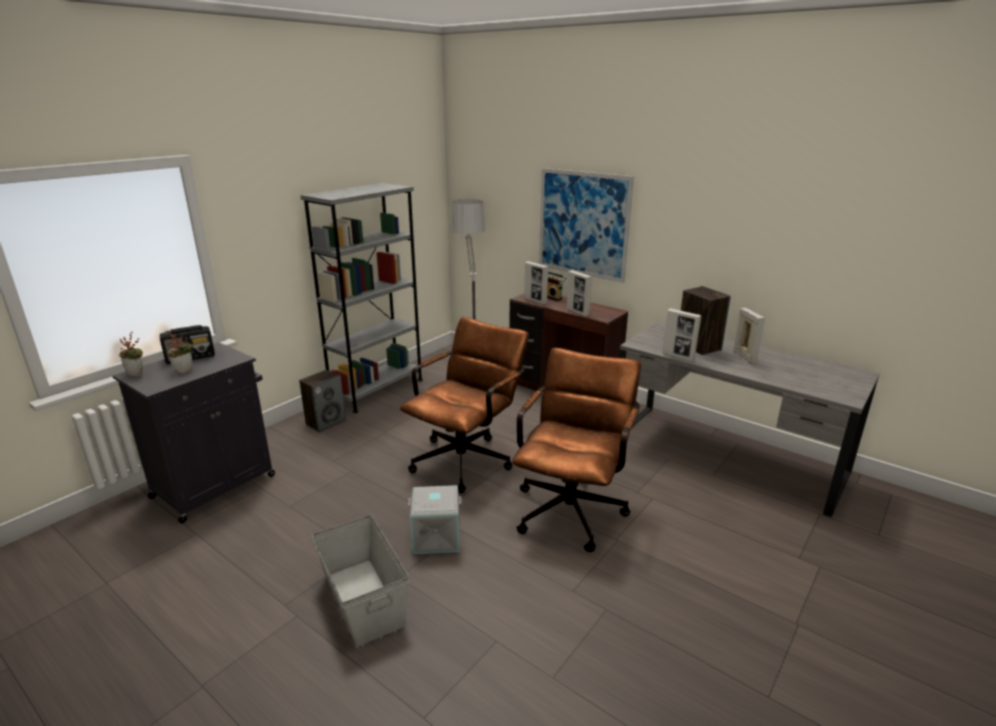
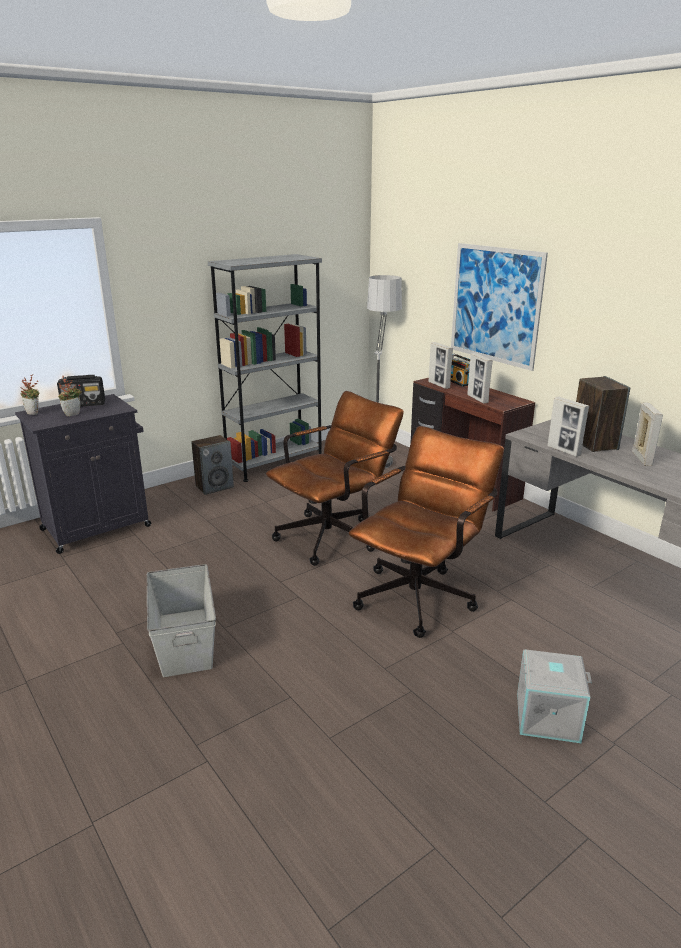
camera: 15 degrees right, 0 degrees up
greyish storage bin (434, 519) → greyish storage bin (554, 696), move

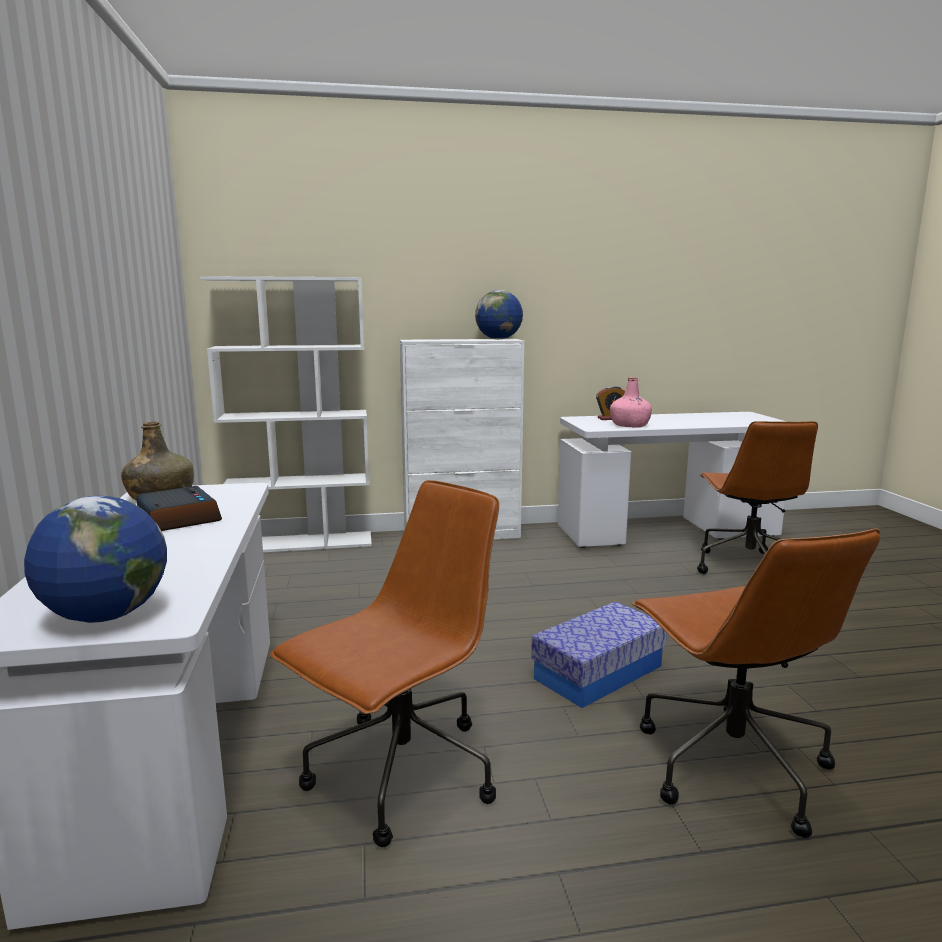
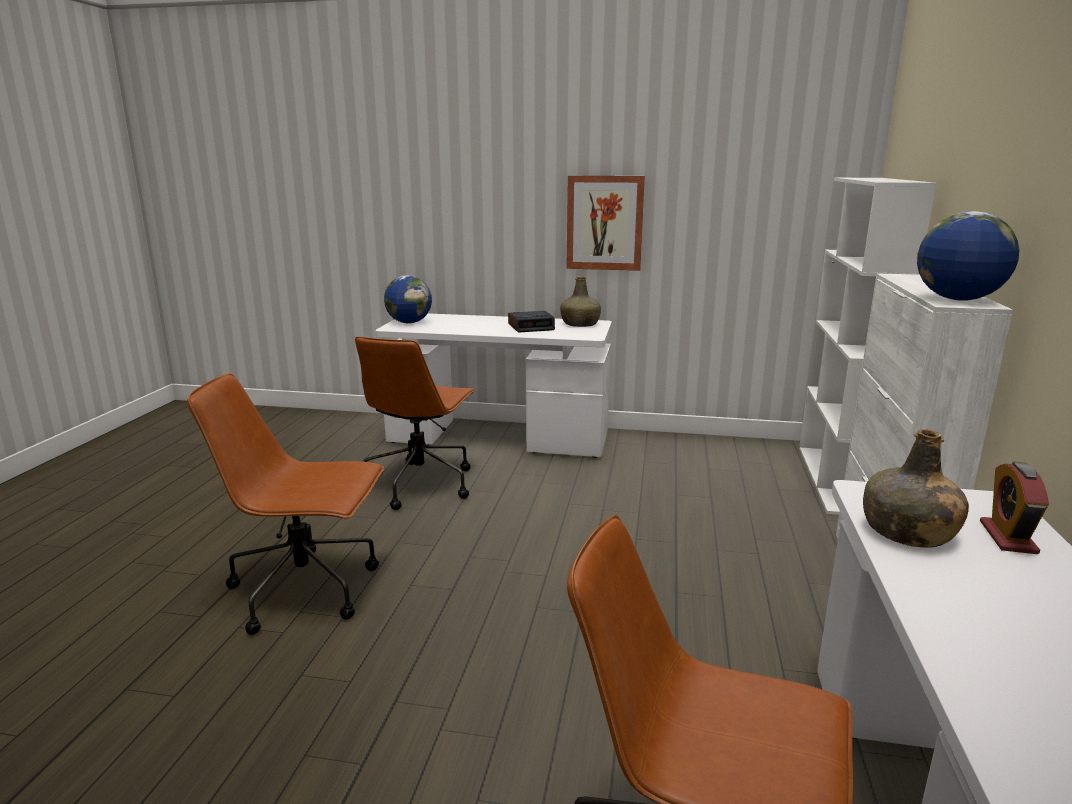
camera: 110 degrees right, 5 degrees up
pinkish bottle (631, 402) → green-coloured bottle (916, 488)
brown-coloured office chair (384, 663) → brown-coloured office chair (415, 423), 45 degrees clockwise
storage bin (599, 655) → -
- → wall art (605, 223)

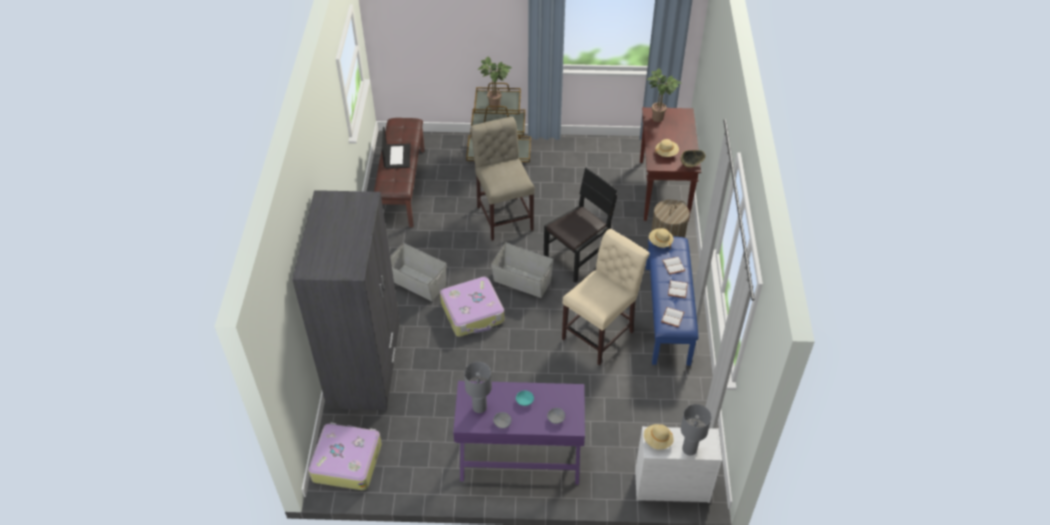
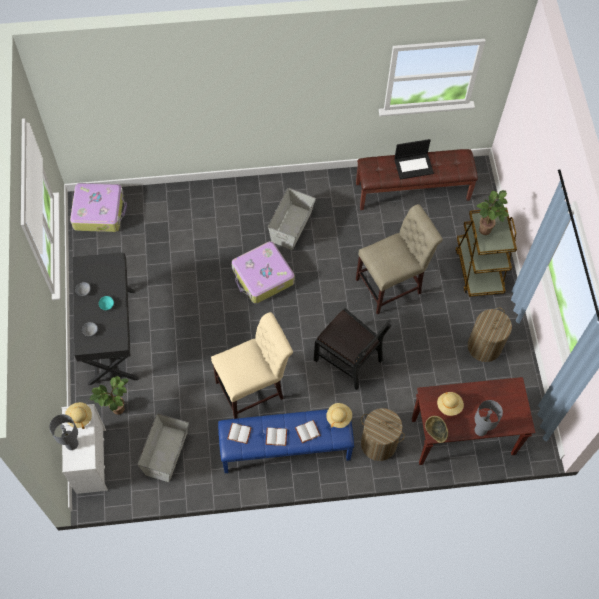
camera: 80 degrees right, 15 degrees up
potted plant (664, 95) → potted plant (108, 395), move
greyish armoire (346, 300) → -
beige plain chair (606, 297) → beige plain chair (252, 365), 60 degrees counterclockwise
greyish storage bin (522, 270) → greyish storage bin (163, 448), move
greyish tabletop lamp (478, 387) → greyish tabletop lamp (488, 418), move
purple desk unit (519, 433) → black-coloured desk unit (106, 318)
- → washing basket (490, 334)

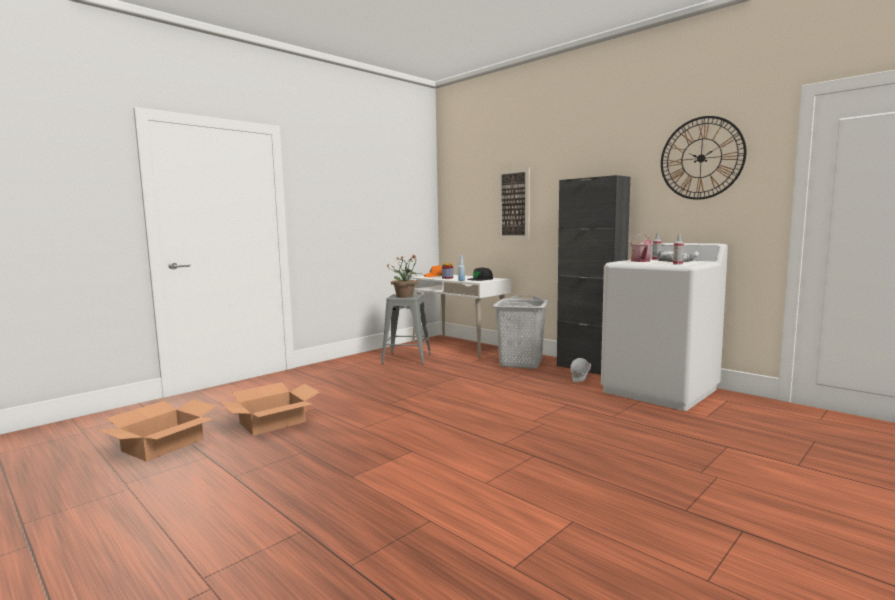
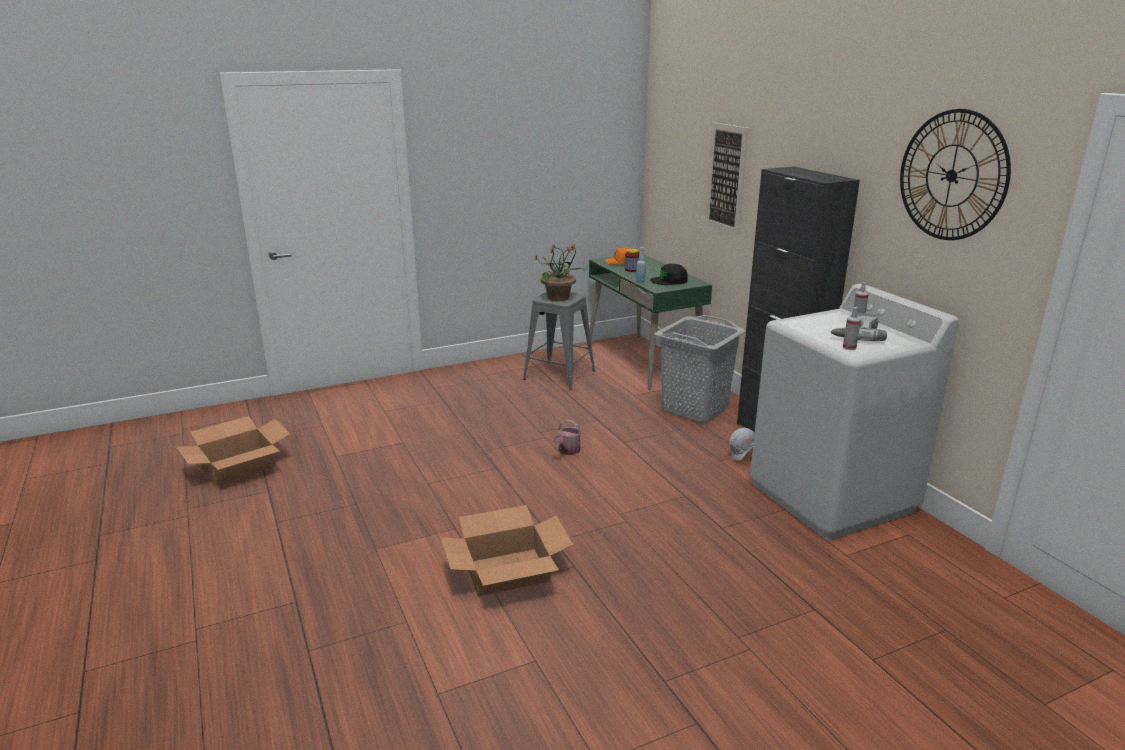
camera: 20 degrees right, 15 degrees up
sprinkling can (641, 248) → sprinkling can (567, 437), move
white-coloured desk unit (460, 316) → green-coloured desk unit (650, 322)
packing box (270, 409) → packing box (506, 551), move

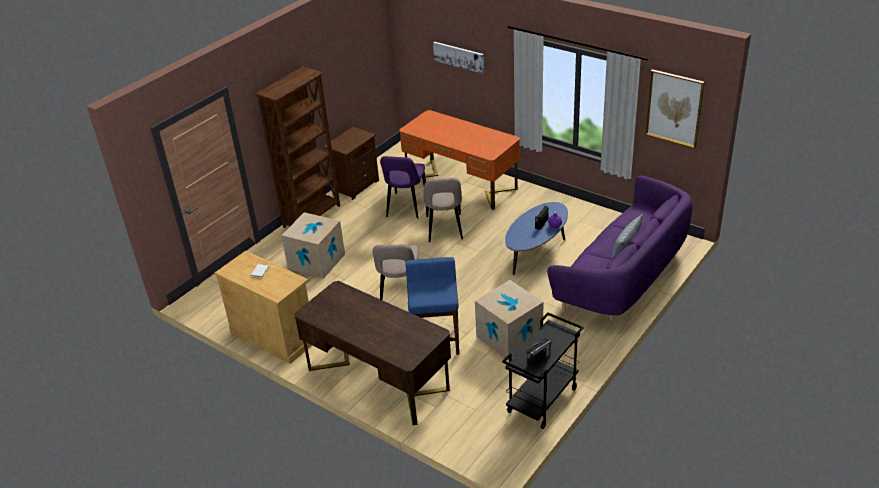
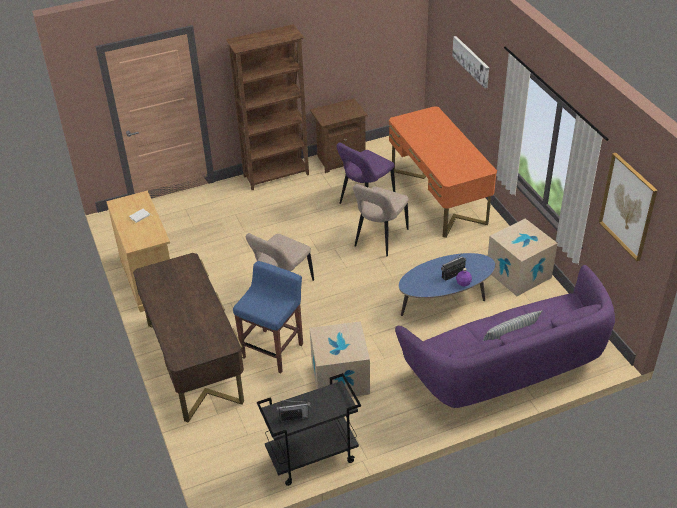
camera: 30 degrees right, 5 degrees up
packing box (313, 245) → packing box (523, 257), move

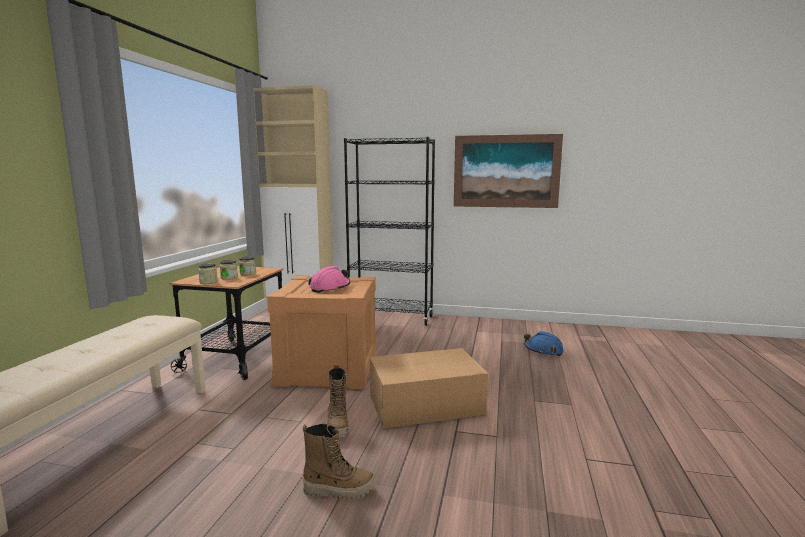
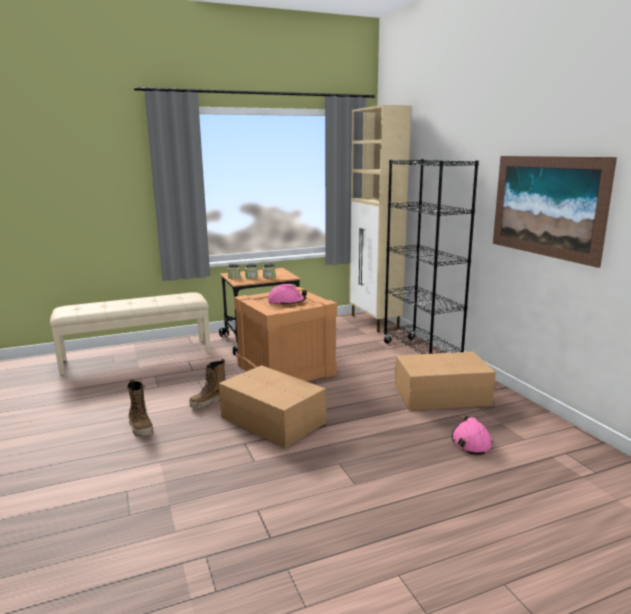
camera: 55 degrees right, 5 degrees up
bluish hard hat (544, 343) → pinkish hard hat (472, 435)
- → packing box (445, 381)

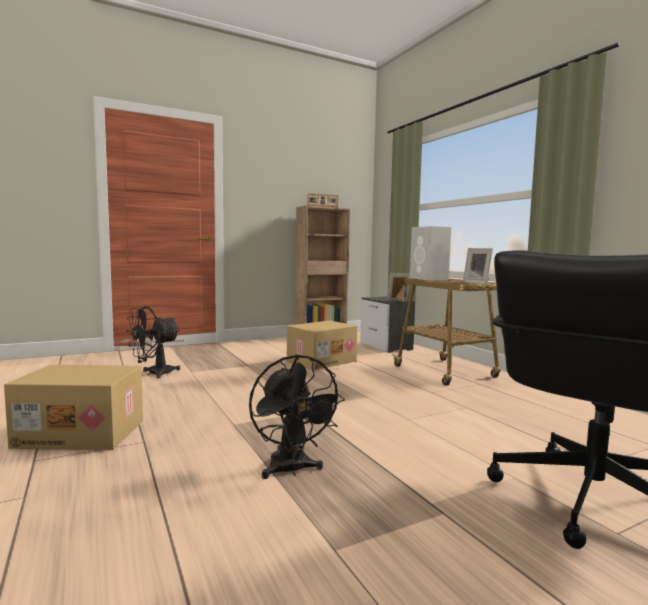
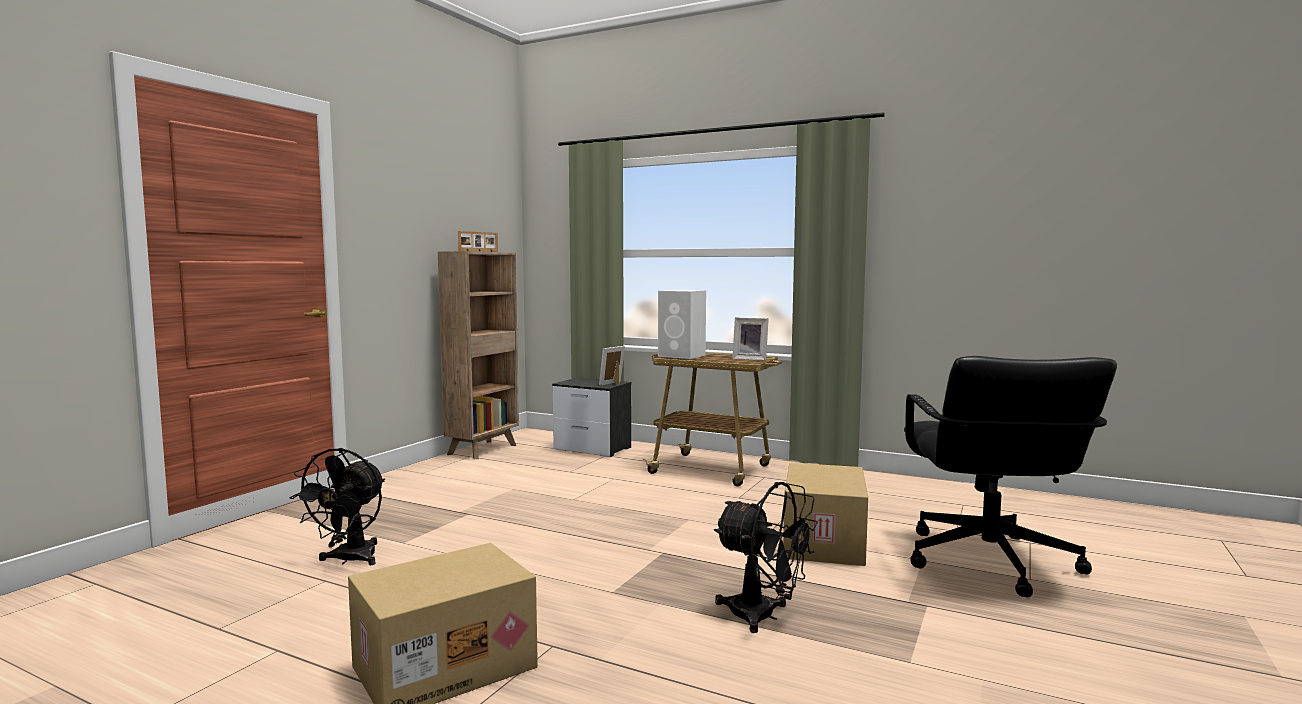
camera: 35 degrees left, 0 degrees up
packing box (322, 345) → packing box (825, 514), move

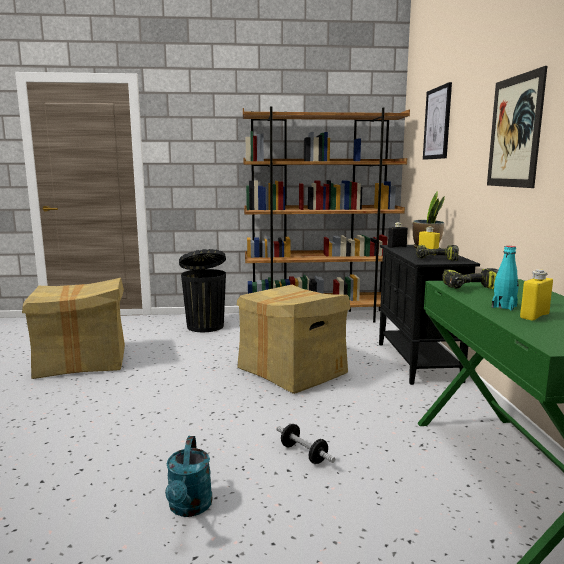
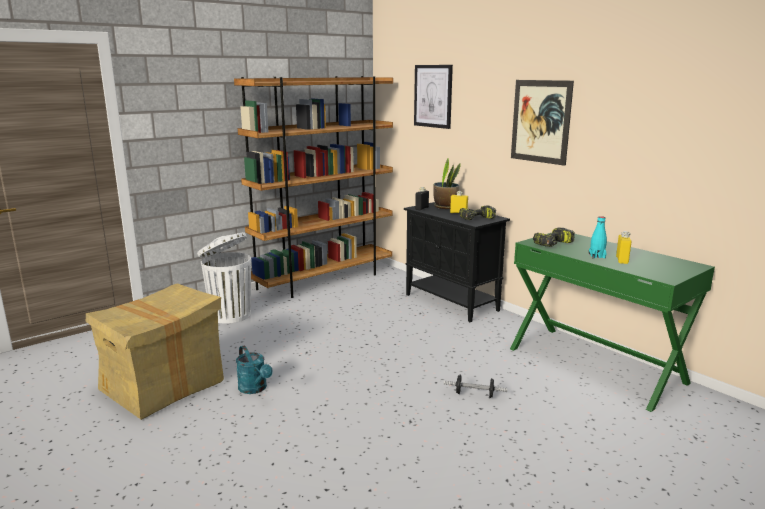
camera: 35 degrees left, 5 degrees up
black-coloured waste bin (202, 290) → white-coloured waste bin (224, 278)
packing box (293, 339) → -
blue-green sprinkling can (189, 476) → blue-green sprinkling can (254, 369), move

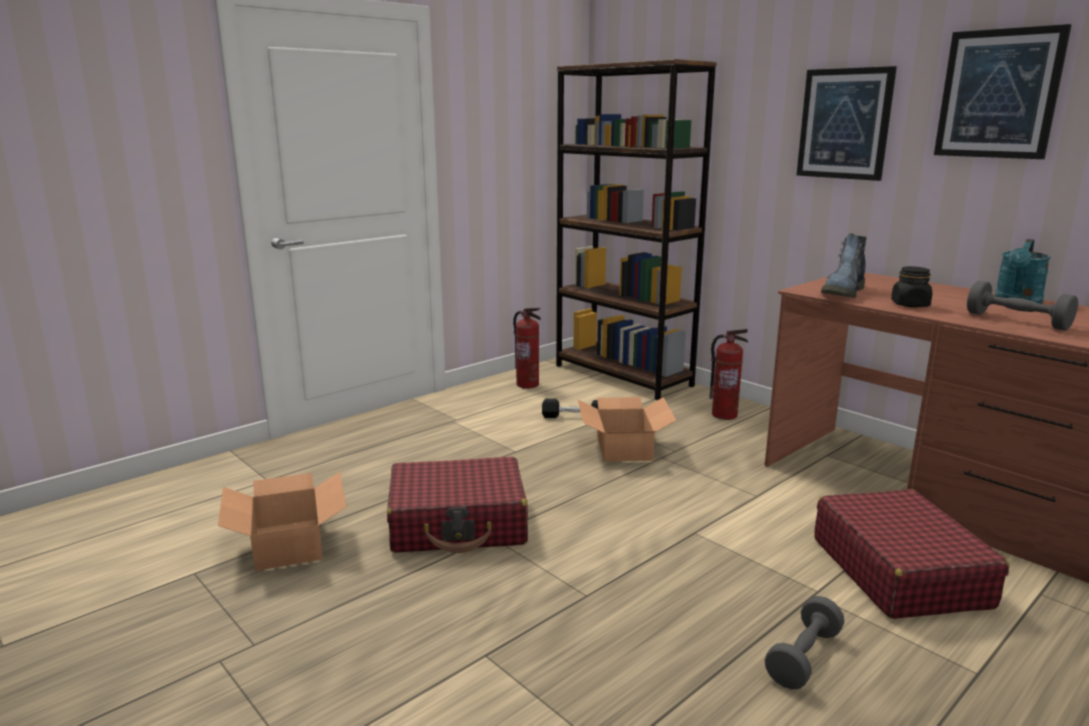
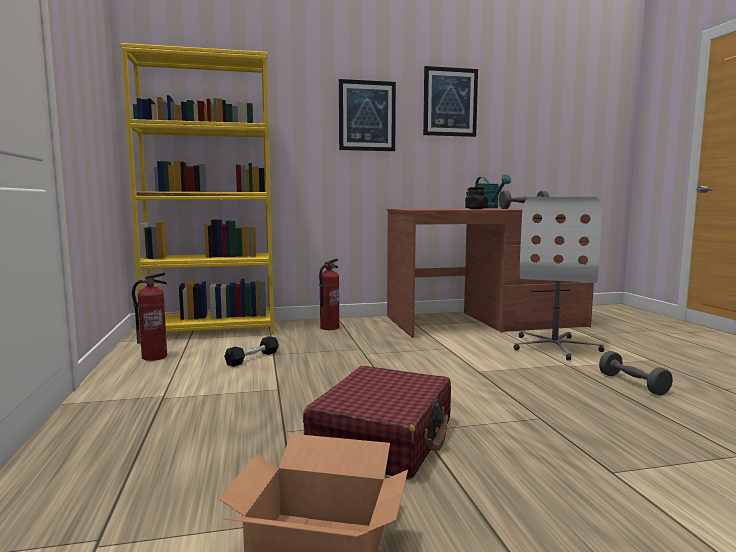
camera: 60 degrees left, 10 degrees down
brown-coloured bookcase (636, 229) → yellowish bookcase (197, 188)
high-top boot (843, 265) → -
packing box (627, 429) → -
red-coloured piece of luggage (911, 554) → white-coloured office chair (559, 278)

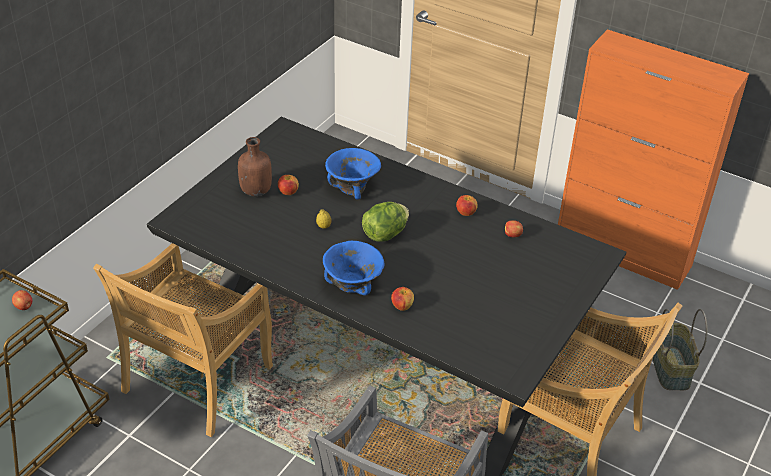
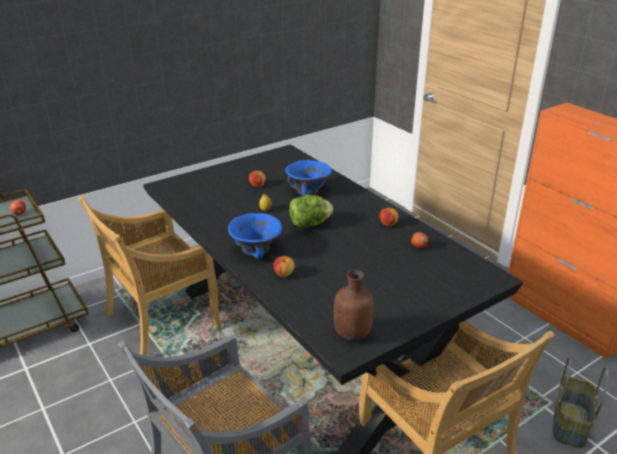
camera: 25 degrees right, 10 degrees down
brown-coloured bottle (255, 166) → brown-coloured bottle (354, 305), move

